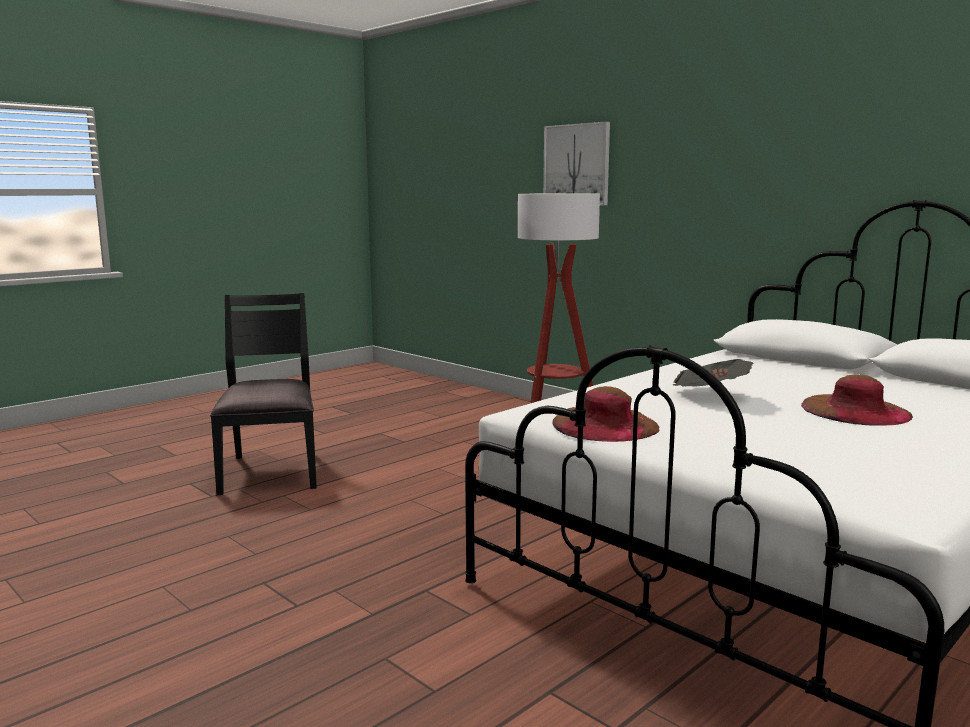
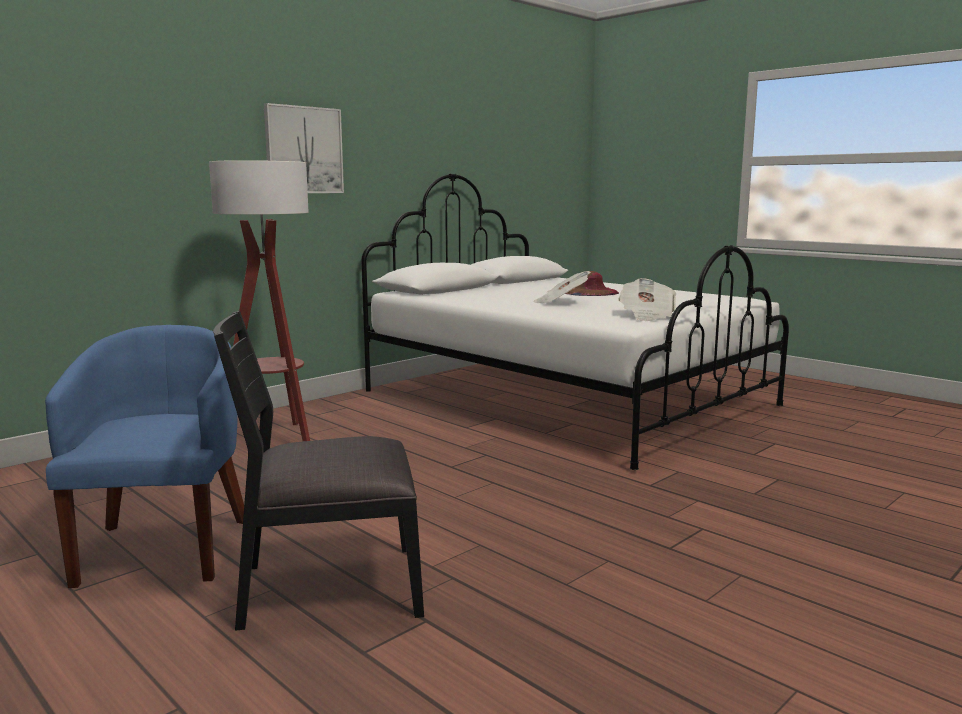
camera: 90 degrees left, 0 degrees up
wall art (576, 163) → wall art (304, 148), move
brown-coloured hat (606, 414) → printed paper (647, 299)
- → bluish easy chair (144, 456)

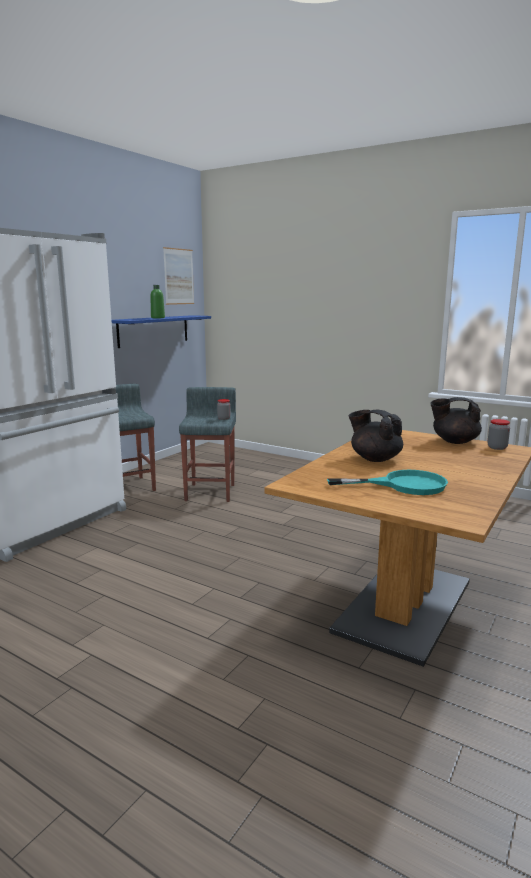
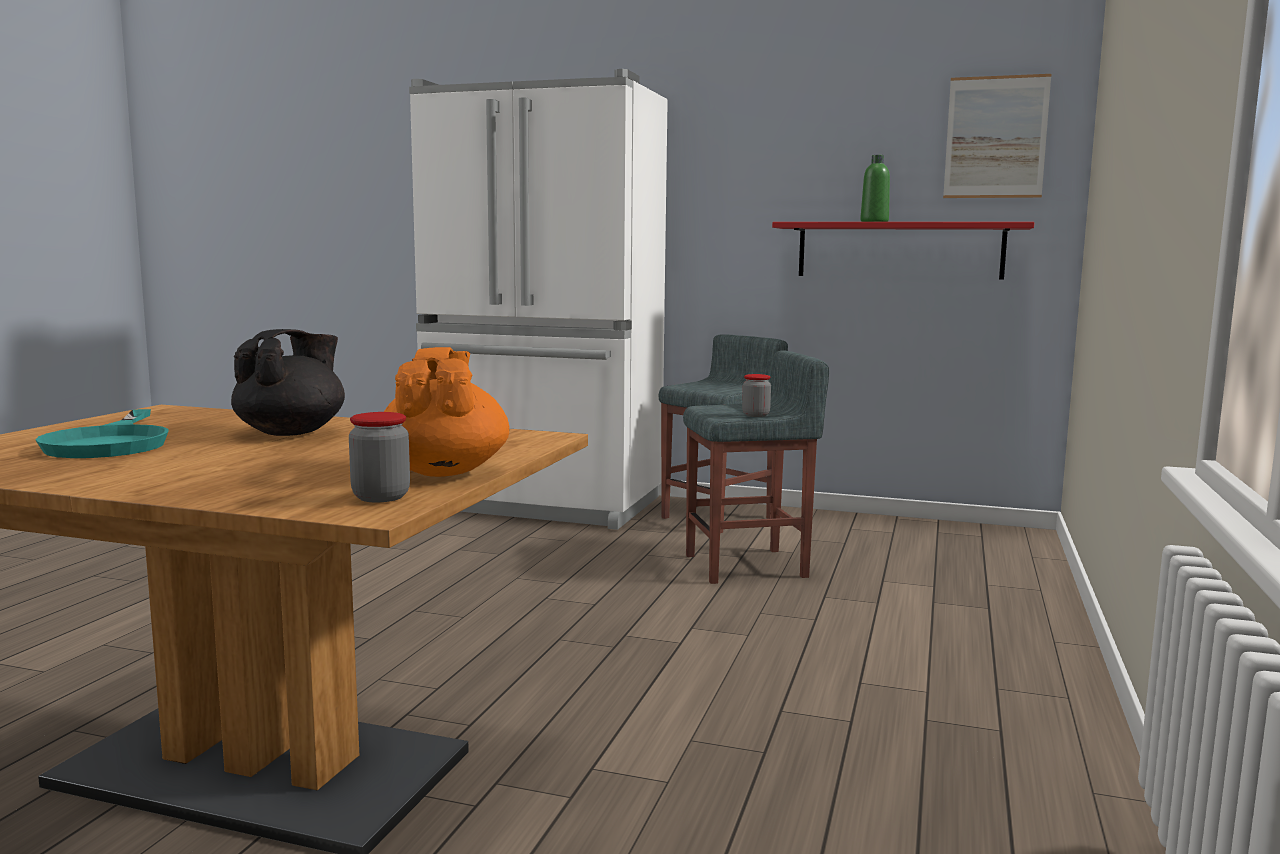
camera: 75 degrees right, 5 degrees down
bluish bracket shelf (161, 331) → red-coloured bracket shelf (903, 250)
black-coloured pot for tea (456, 420) → orangey pot for tea (446, 412)

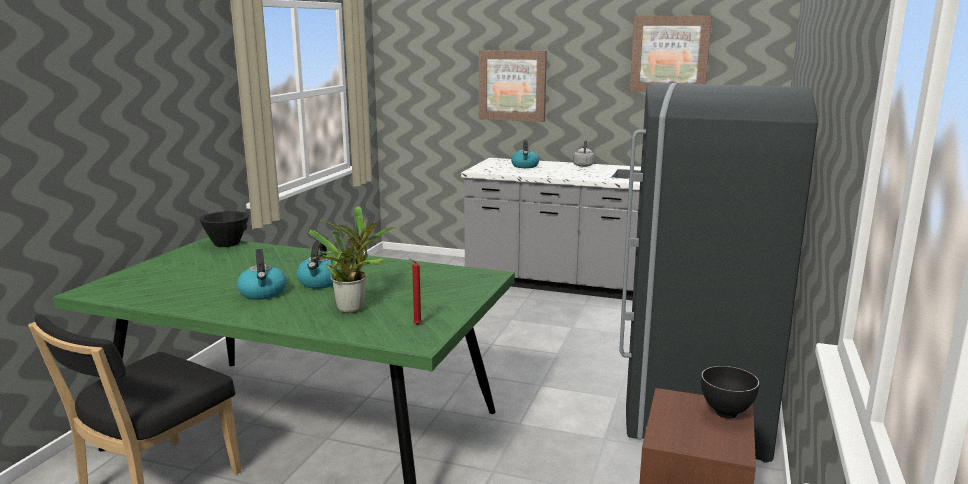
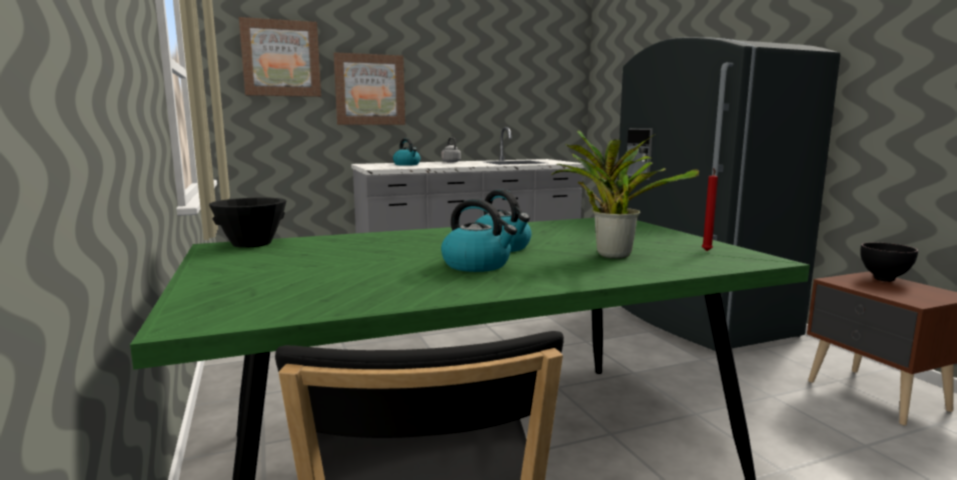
camera: 40 degrees left, 5 degrees down
wall art (671, 54) → wall art (280, 57), move

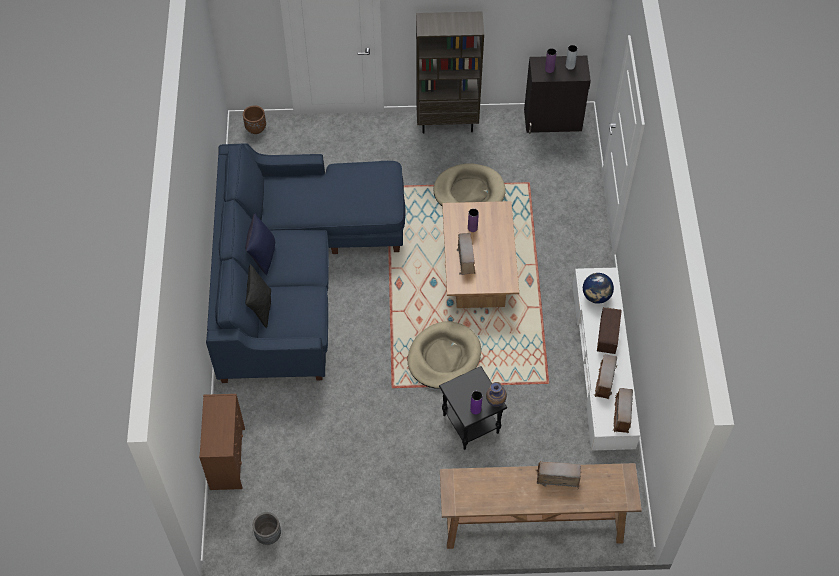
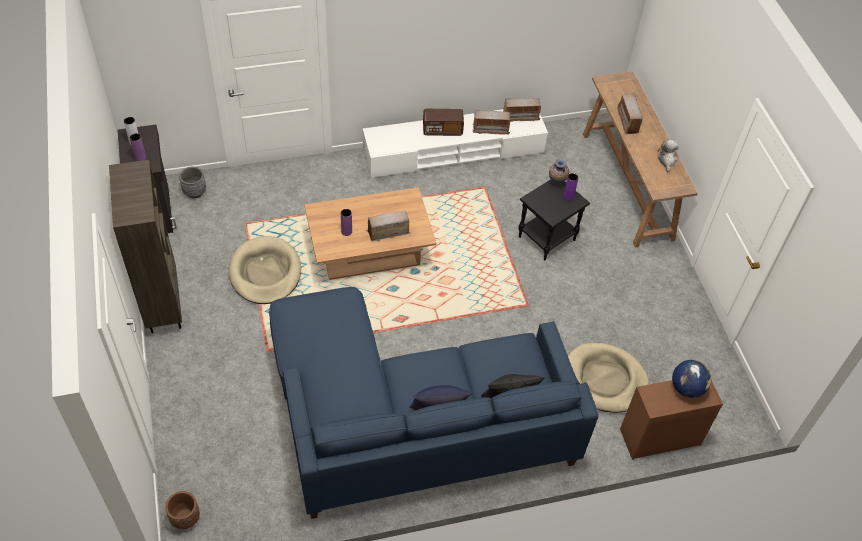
camera: 105 degrees left, 5 degrees down
globe (598, 288) → globe (691, 379), move
beige pet bed (444, 355) → beige pet bed (608, 378), move
greyish planter (267, 528) → greyish planter (192, 182), move
- → plush toy (667, 156)

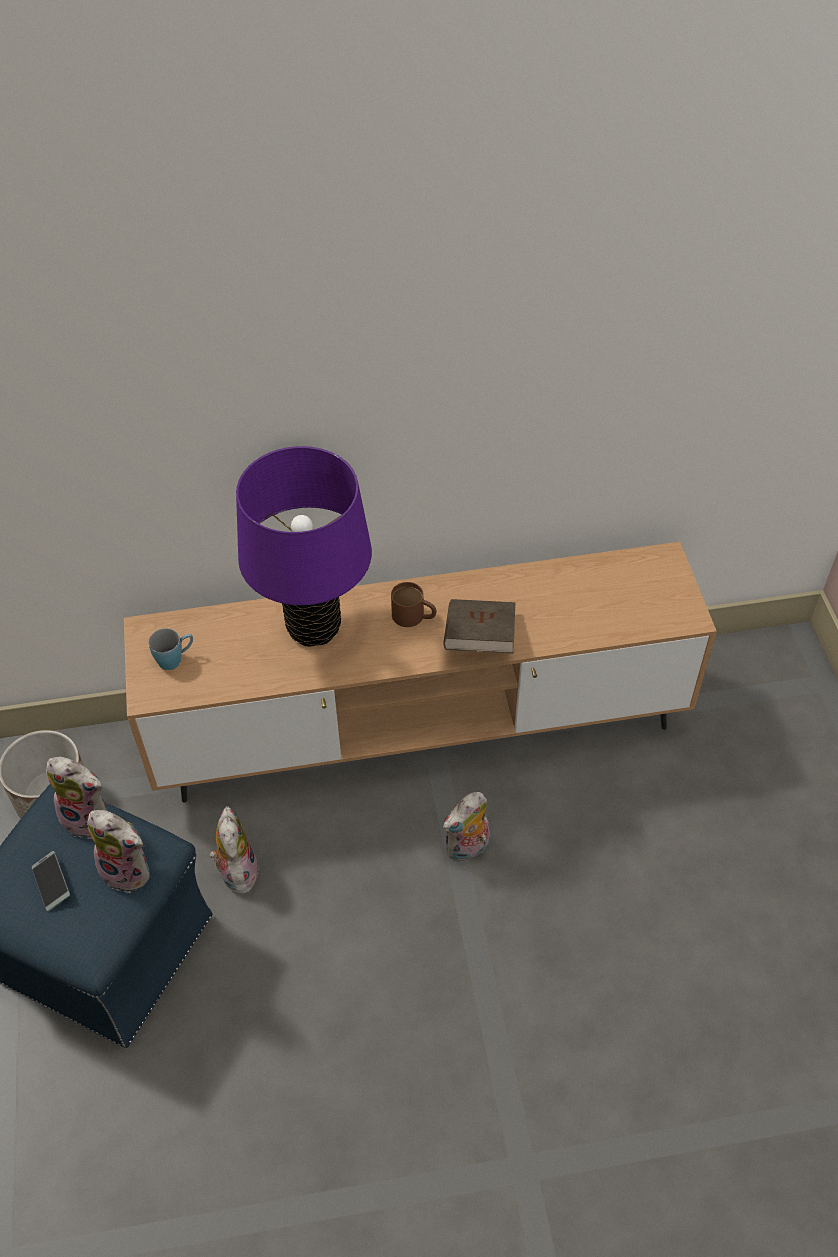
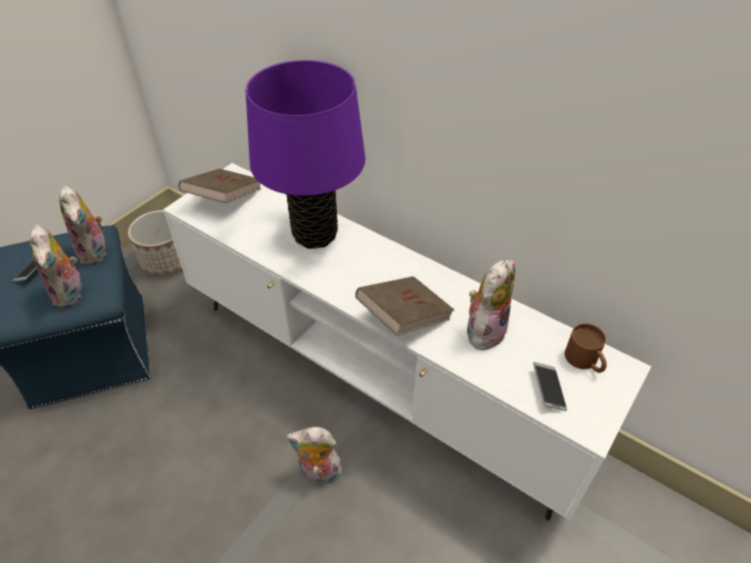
camera: 45 degrees right, 5 degrees down
brown-coloured media console (420, 672) → white-coloured media console (407, 342)
brown-coloured mug (413, 604) → brown-coloured mug (586, 348), move
bluish mug (171, 649) → brown-coloured book (220, 186)
plush toy (234, 850) → plush toy (491, 305), move
- → phone (550, 386)

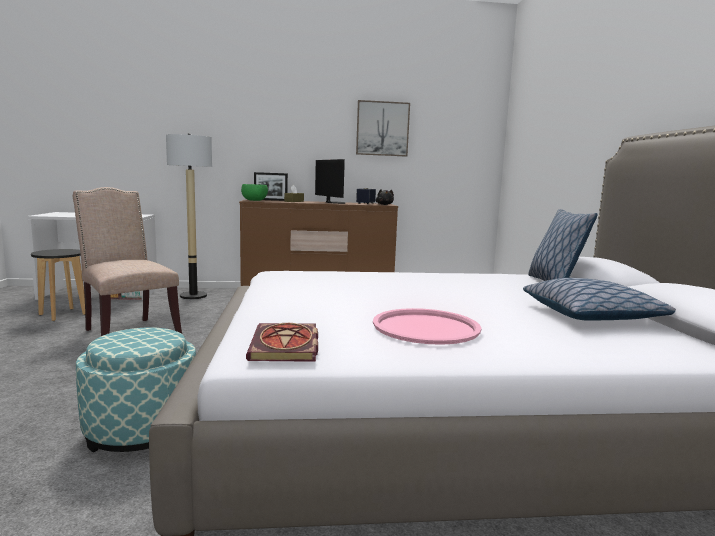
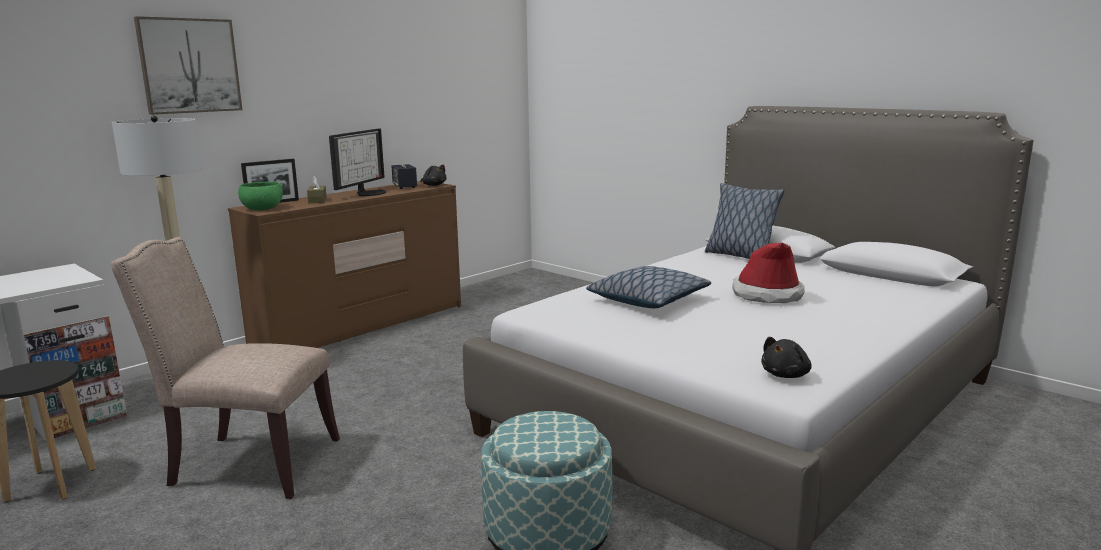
camera: 40 degrees left, 5 degrees up
wall art (383, 128) → wall art (188, 65), move
monitor (330, 181) → monitor (357, 162), 90 degrees clockwise
throw pillow (599, 299) → throw pillow (648, 287), move
pinkish serving tray (427, 326) → -
book (282, 342) → black-coloured plush toy (786, 357)
- → hat (768, 273)

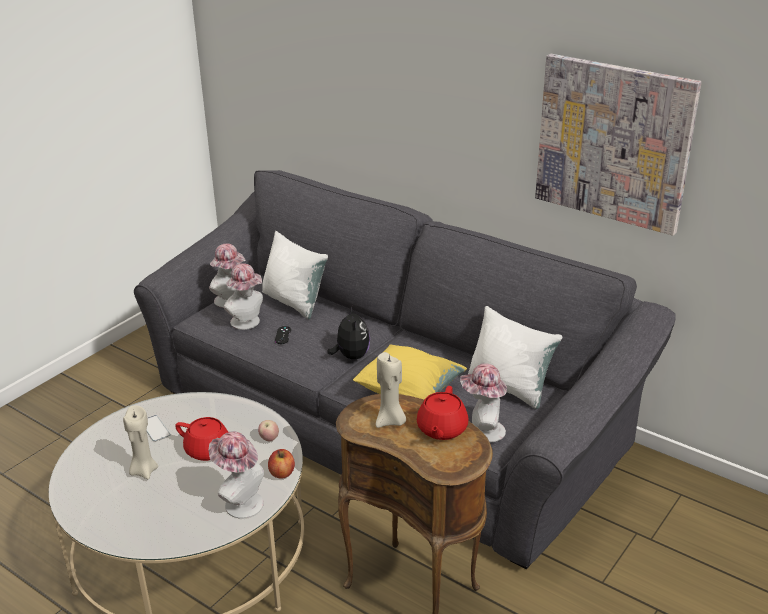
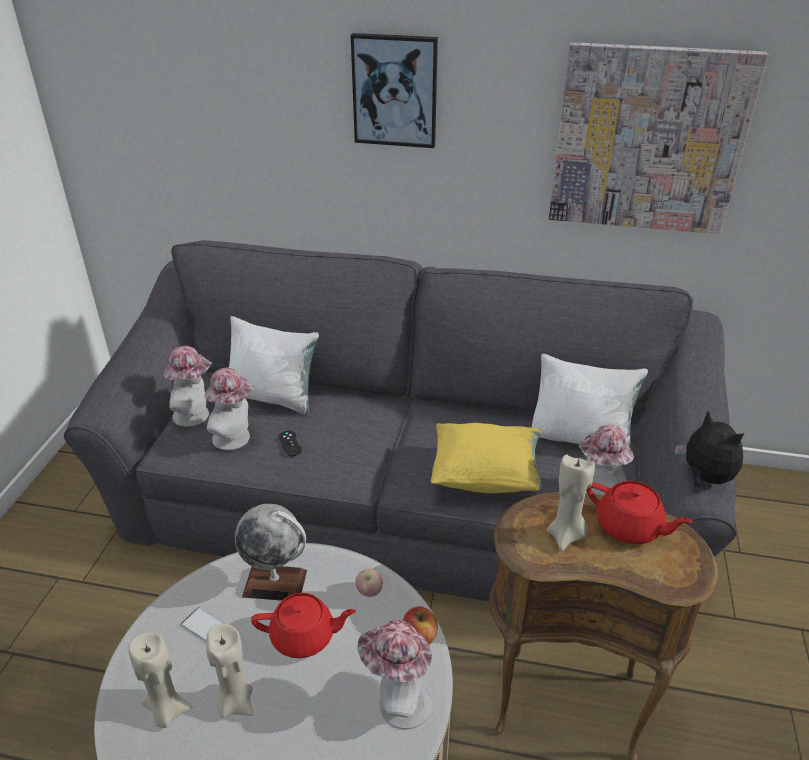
camera: 25 degrees left, 5 degrees up
plush toy (348, 332) → plush toy (709, 449), move
red-coloured pot for tea (442, 413) → red-coloured pot for tea (639, 512), 45 degrees counterclockwise
- → wall art (394, 90)
- → globe (271, 552)
- → beige wax candle (161, 680)

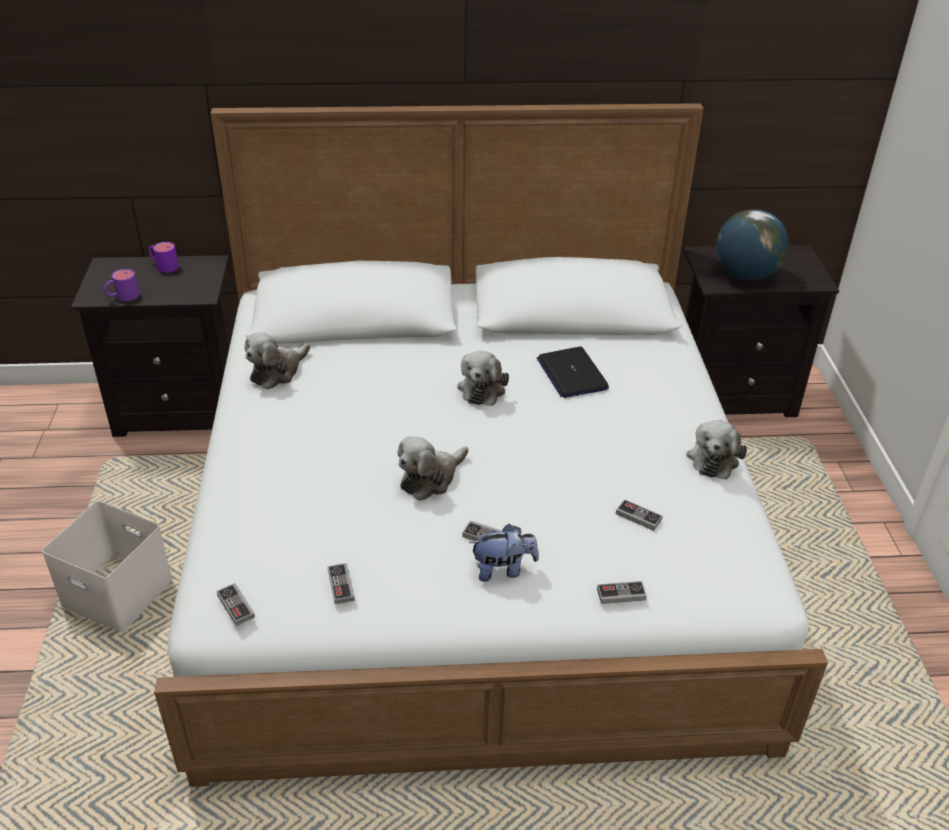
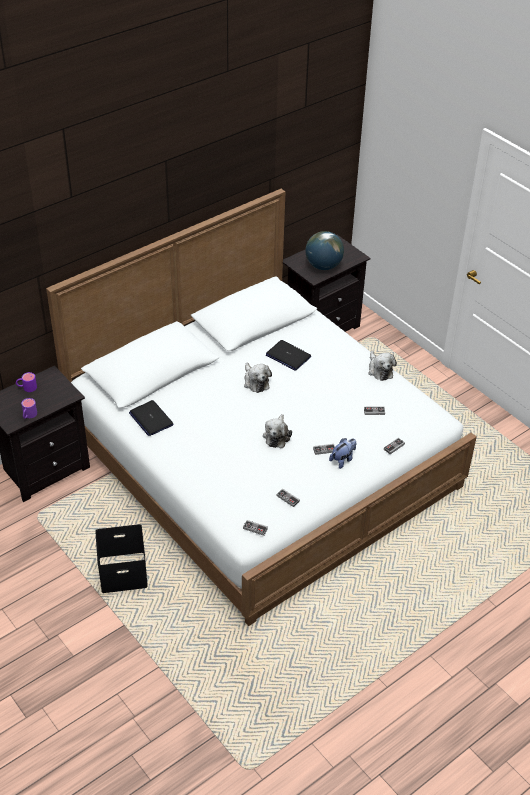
camera: 35 degrees left, 5 degrees up
plush toy (277, 361) → laptop (151, 418)
white-coloured storage bin (107, 566) → black-coloured storage bin (121, 558)

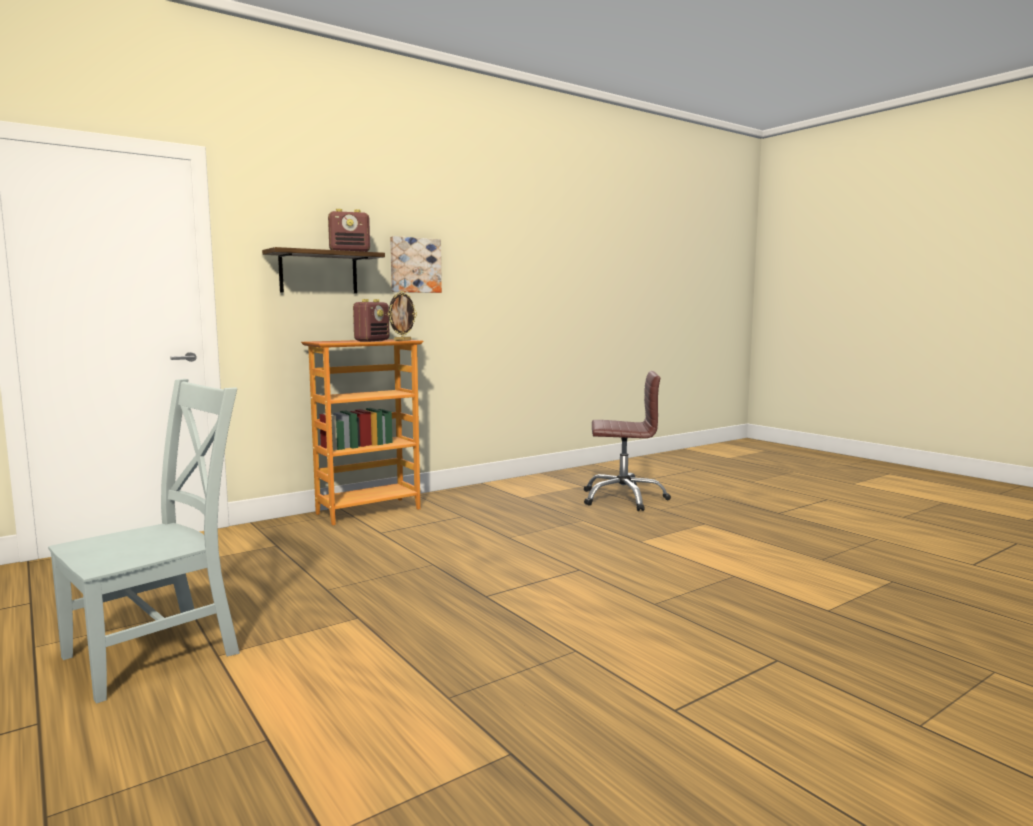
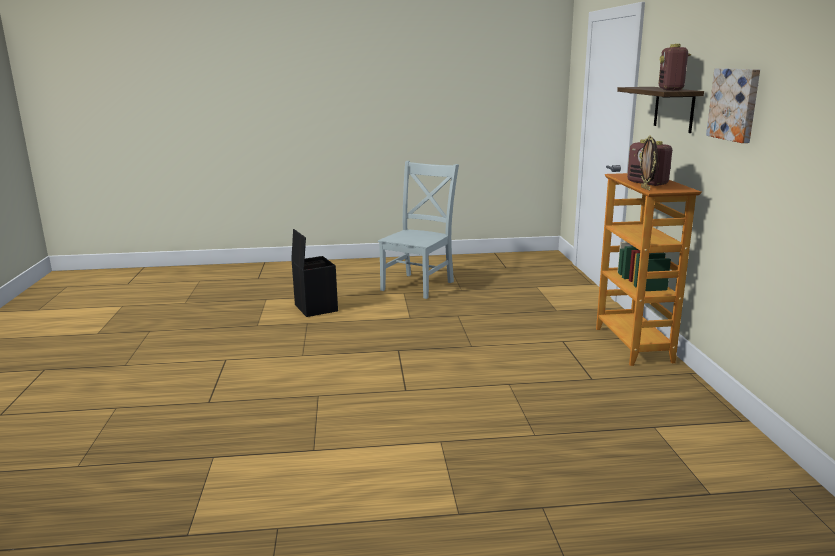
camera: 120 degrees right, 10 degrees up
brown-coloured office chair (627, 441) → -
greyish plain chair (144, 541) → greyish plain chair (418, 230), 135 degrees counterclockwise
- → black-coloured storage bin (314, 273)

